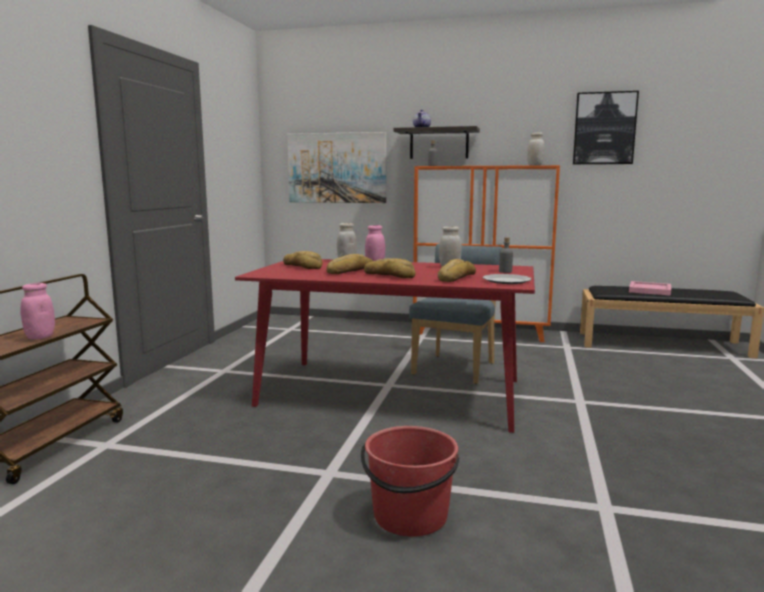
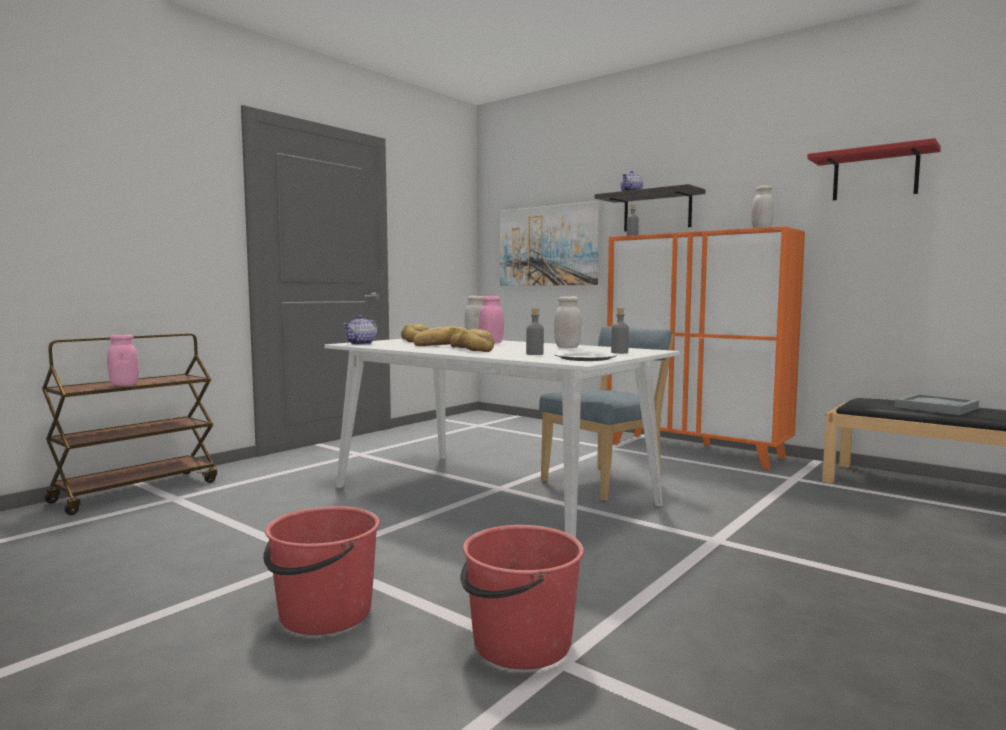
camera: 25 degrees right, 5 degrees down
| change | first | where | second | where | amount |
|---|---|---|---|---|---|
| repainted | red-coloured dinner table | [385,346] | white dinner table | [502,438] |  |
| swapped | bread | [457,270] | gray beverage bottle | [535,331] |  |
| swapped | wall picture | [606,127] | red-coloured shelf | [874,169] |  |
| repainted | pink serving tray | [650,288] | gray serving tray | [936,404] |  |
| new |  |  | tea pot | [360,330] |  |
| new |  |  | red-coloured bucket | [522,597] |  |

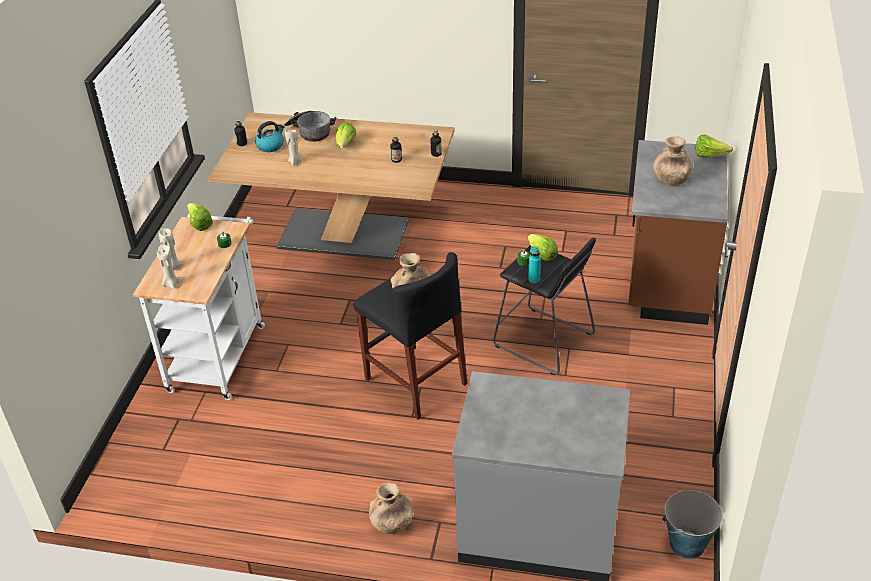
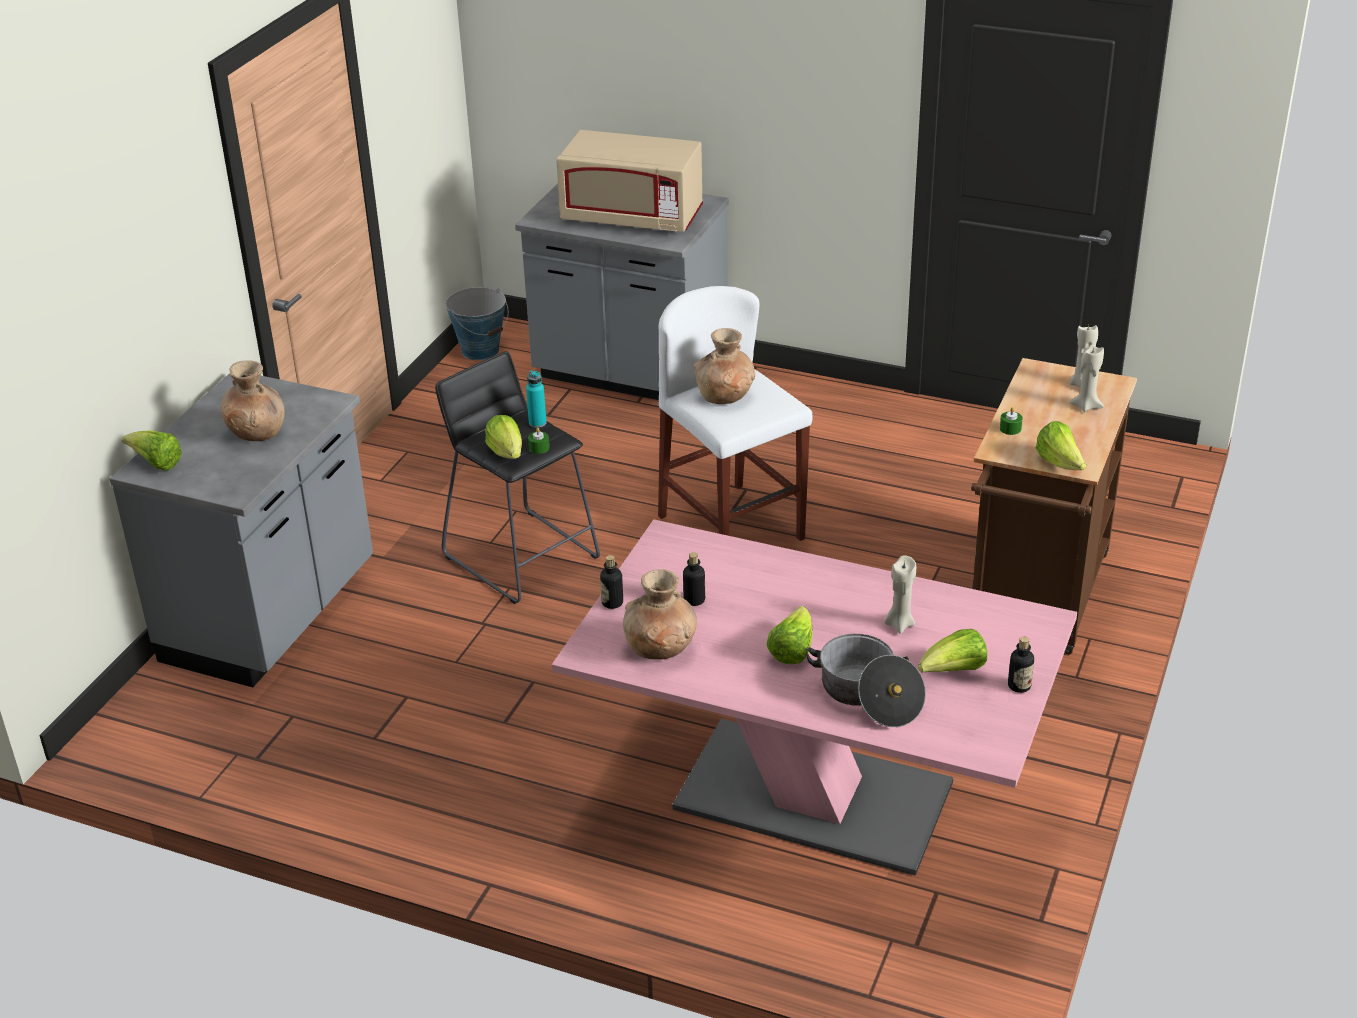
camera: 170 degrees left, 5 degrees down
| change | first | where | second | where | amount |
|---|---|---|---|---|---|
| repainted | white wheeled cart | [199,307] | brownish wheeled cart | [1054,506] |  |
| repainted | brownish dinner table | [331,186] | pink dinner table | [814,697] |  |
| swapped | kettle | [270,136] | lettuce head | [952,650] |  |
| repainted | black-coloured sitting stool | [410,336] | white sitting stool | [735,413] |  |
| shifted | brownish decorative vase | [391,508] |  | [660,614] |  |
| repainted | brownish kitchen base unit | [678,232] | gray kitchen base unit | [241,530] |  |
| new |  |  | beige-coloured kitchen microwave | [629,181] |  |

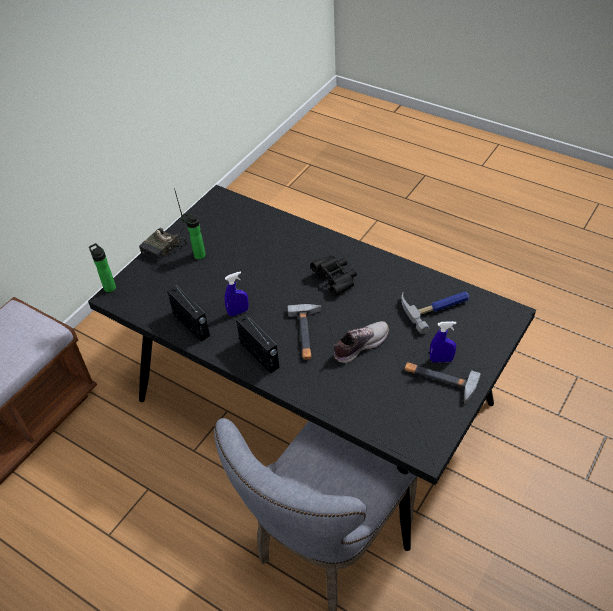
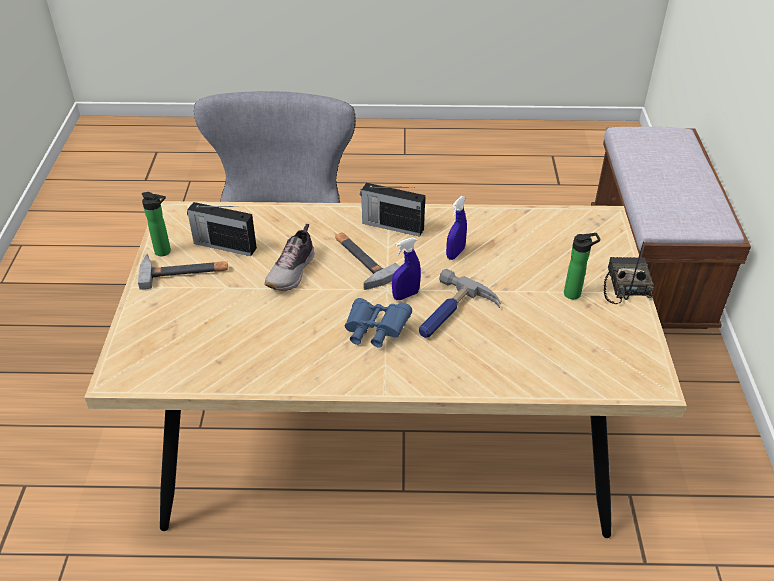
camera: 145 degrees right, 5 degrees down
| change | first | where | second | where | amount |
|---|---|---|---|---|---|
| repainted | black-coloured dinner table | [312,368] | beige-coloured dinner table | [385,369] |  |
| shifted | beverage bottle | [102,267] |  | [156,224] |  |
| shifted | radio set | [188,313] |  | [222,229] |  |
| repainted | black-coloured pair of binoculars | [334,275] | bluish pair of binoculars | [378,322] |  |
| shifted | tool hammer | [435,312] |  | [460,303] |  |
| shifted | bluish spray bottle | [443,342] |  | [406,268] |  |

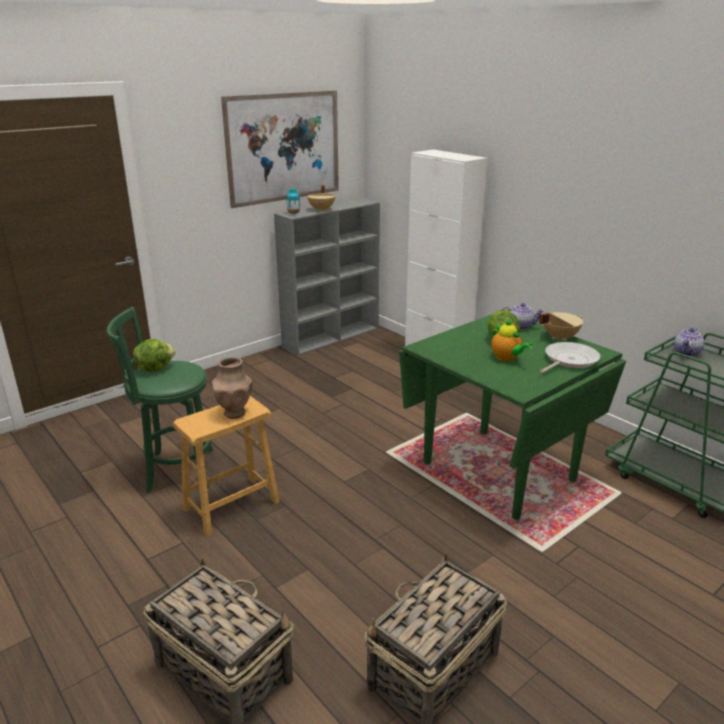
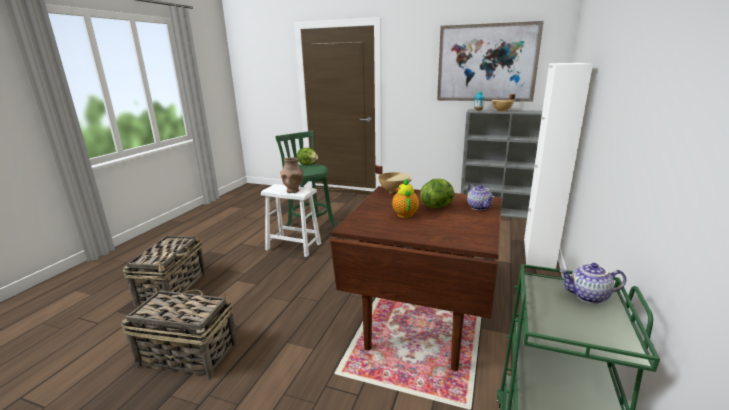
camera: 60 degrees right, 5 degrees down
| change | first | where | second | where | amount |
|---|---|---|---|---|---|
| repainted | brownish sitting stool | [226,466] | white sitting stool | [291,220] |  |
| repainted | green dinner table | [512,417] | brownish dinner table | [416,278] |  |
| rotated | tea pot | [511,340] |  | [405,198] | 150 degrees clockwise |
| shifted | beige-coloured stockpot | [560,326] |  | [393,179] |  |
| gone | frying pan | [569,357] |  |  |  |

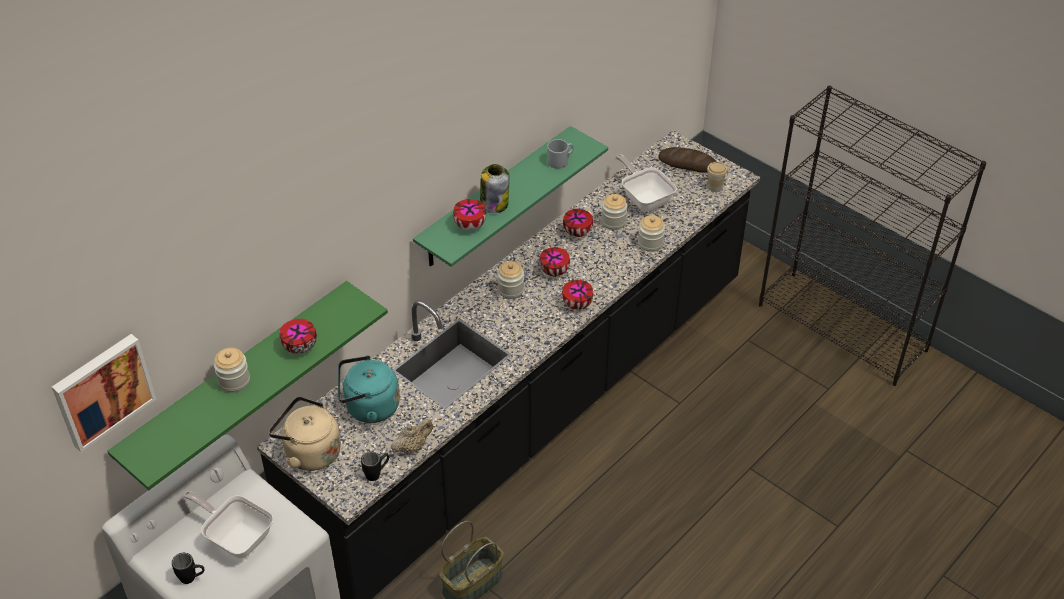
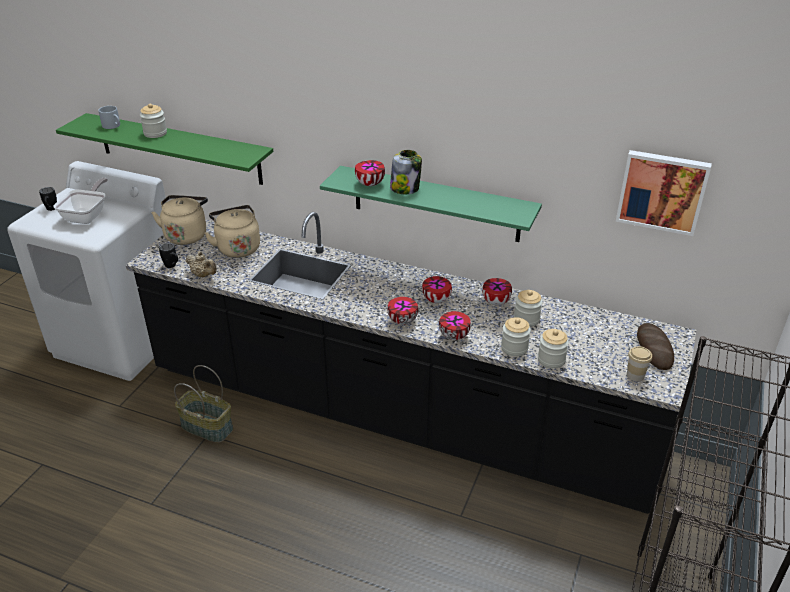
camera: 70 degrees right, 10 degrees down
| change | first | where | second | where | amount |
|---|---|---|---|---|---|
| shifted | wall picture | [104,393] |  | [664,193] |  |
| shifted | bowl | [298,336] |  | [455,325] |  |
| repainted | blue-green kettle | [369,389] | beige-coloured kettle | [232,231] |  |
| shifted | preserve jar | [510,280] |  | [553,349] |  |
| shifted | gray tea mug | [560,154] |  | [109,117] |  |
| gone | frying pan | [646,183] |  |  |  |

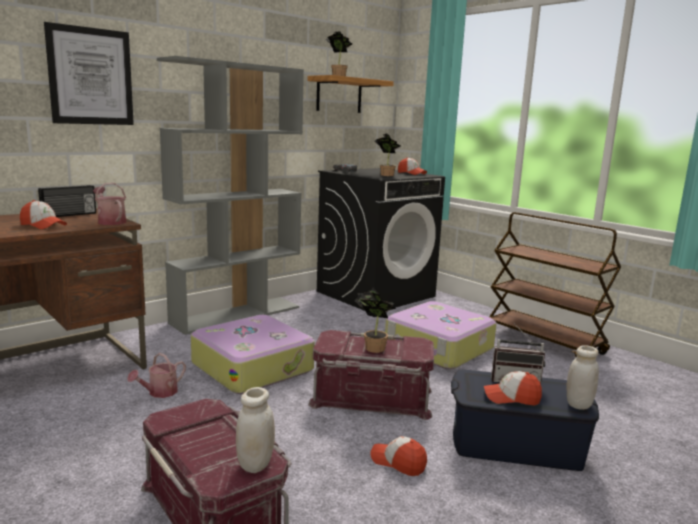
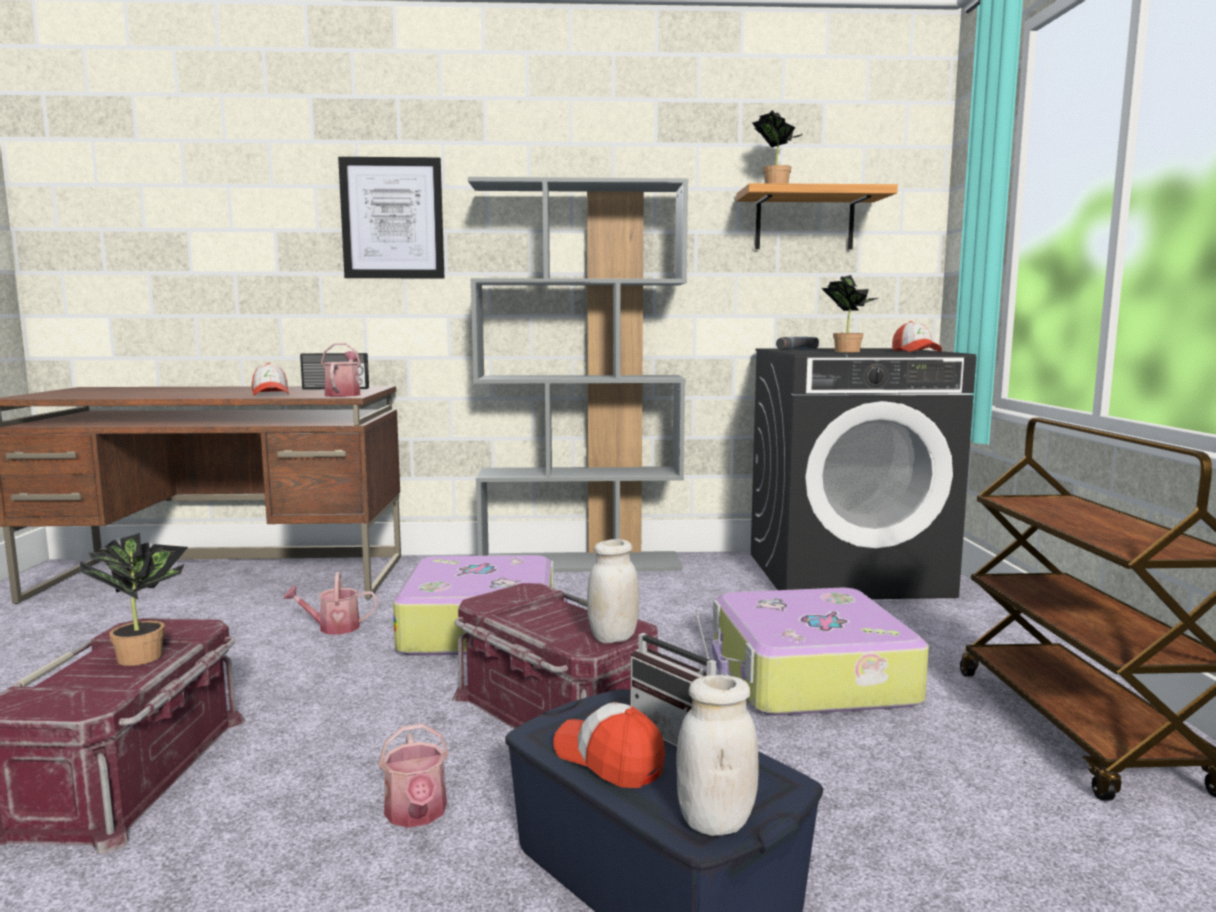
camera: 40 degrees right, 5 degrees down
| change | first | where | second | where | amount |
|---|---|---|---|---|---|
| shifted | white preserve jar | [255,430] |  | [613,591] |  |
| shifted | plant in a pot | [376,320] |  | [134,599] |  |
| swapped | baseball cap | [398,456] | watering pot | [413,775] |  |

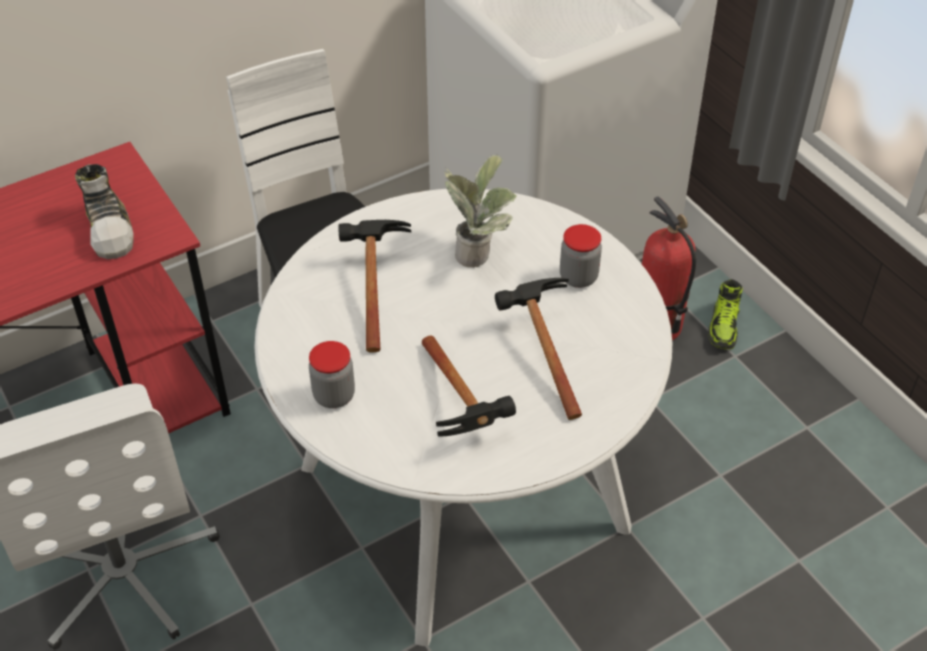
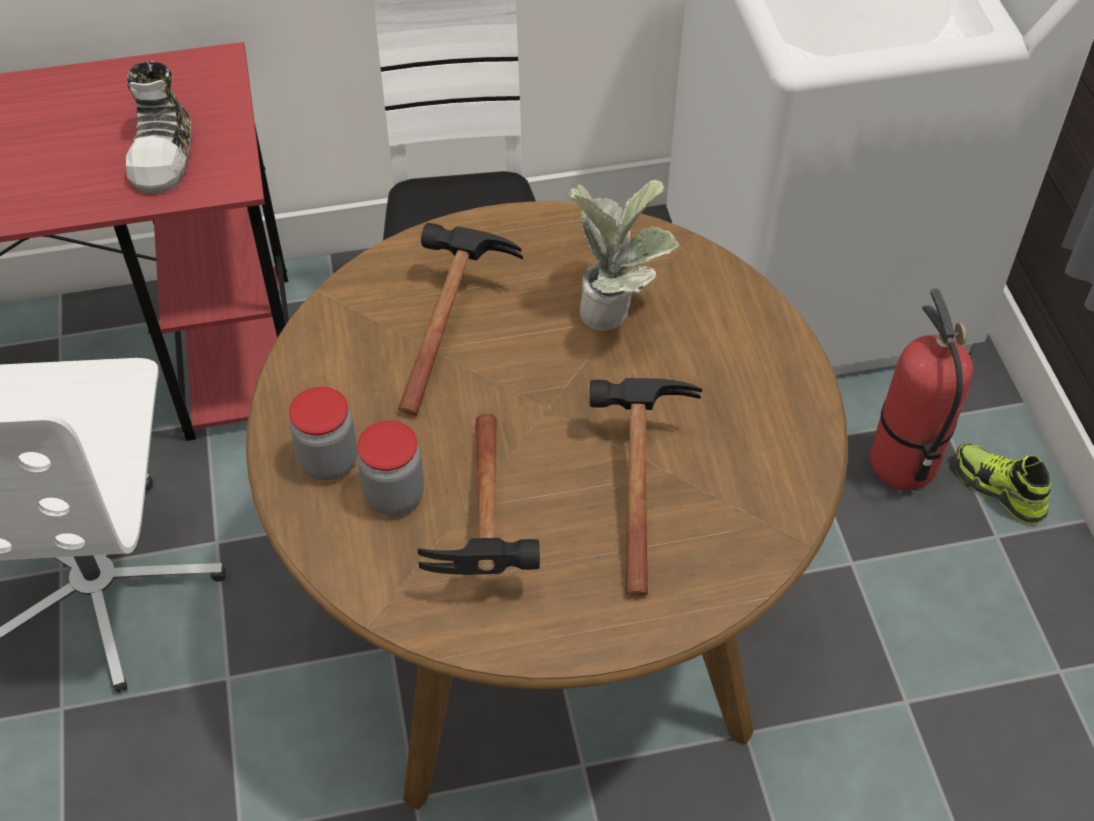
camera: 20 degrees right, 5 degrees up
| change | first | where | second | where | amount |
|---|---|---|---|---|---|
| repainted | white dinner table | [463,417] | brownish dinner table | [547,505] |  |
| shifted | preserve jar | [581,256] |  | [390,468] |  |
| rotated | shoe | [725,314] |  | [1003,483] | 105 degrees clockwise |

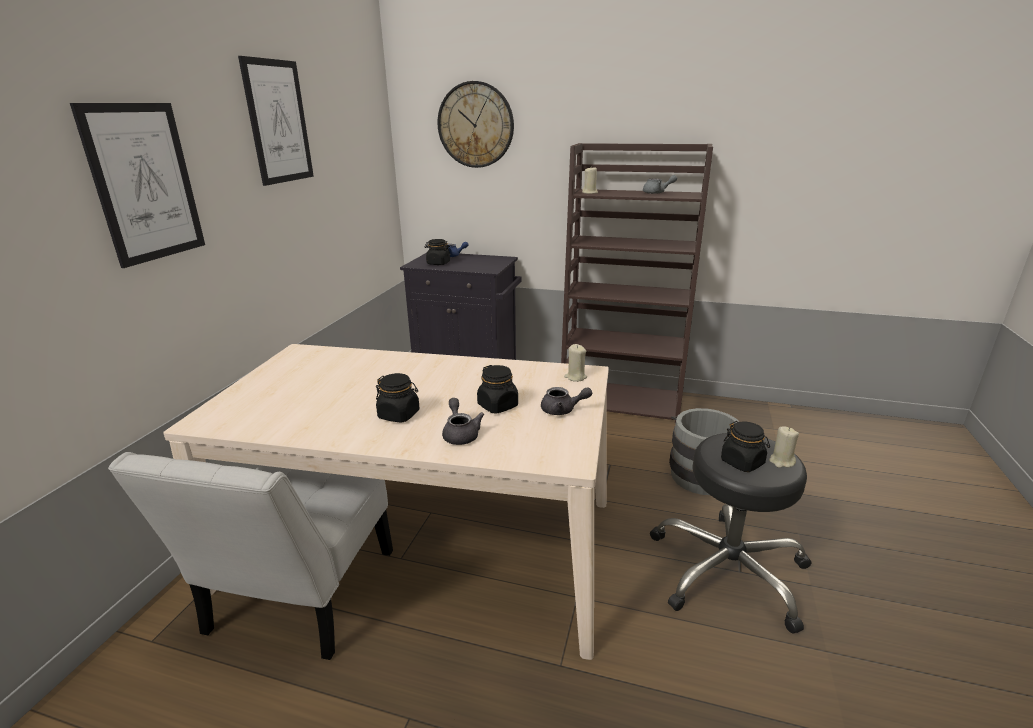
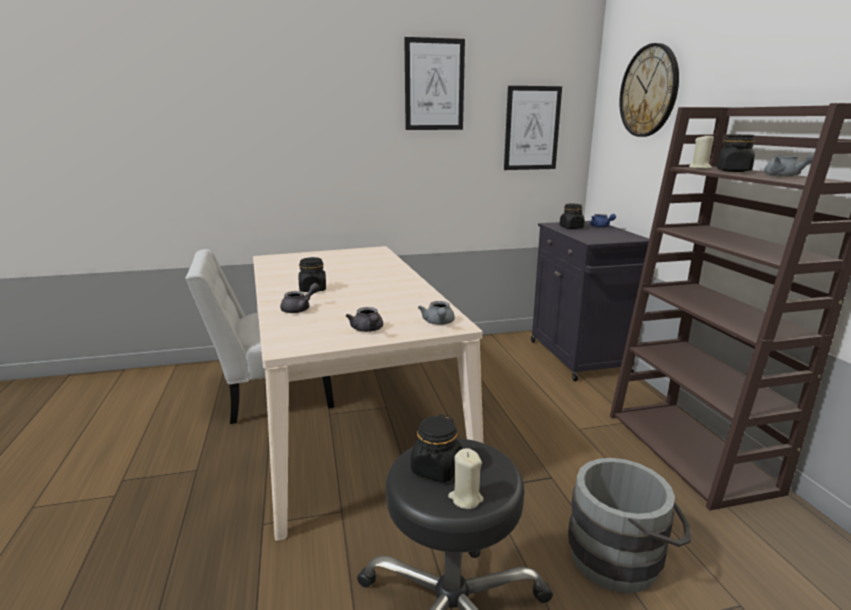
camera: 60 degrees right, 5 degrees down
| change | first | where | second | where | amount |
|---|---|---|---|---|---|
| shifted | wall picture | [137,185] |  | [533,128] |  |
| shifted | black-coloured preserve jar | [497,389] |  | [736,153] |  |
| swapped | beige-coloured wax candle | [575,363] | gray tea pot | [436,313] |  |

